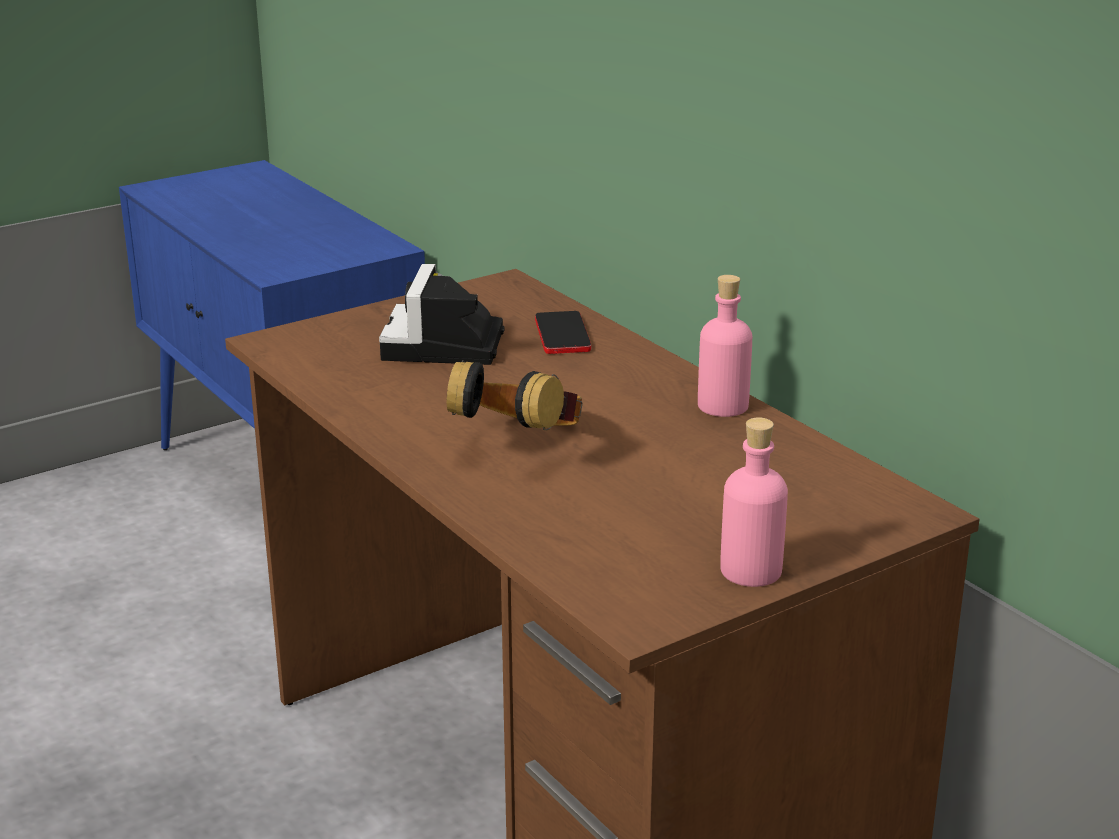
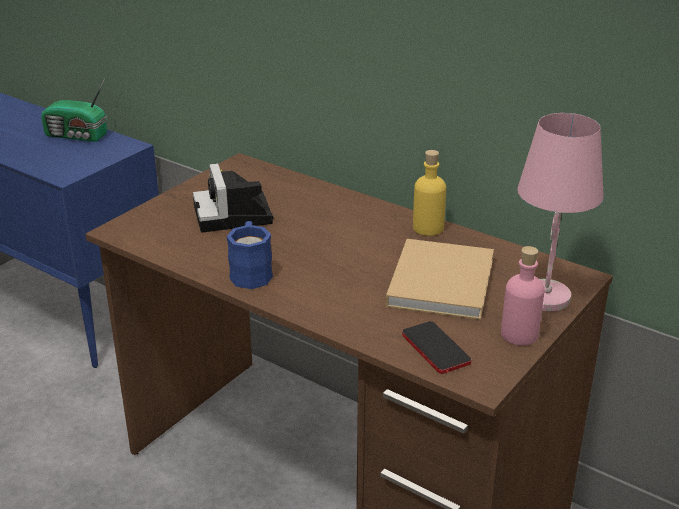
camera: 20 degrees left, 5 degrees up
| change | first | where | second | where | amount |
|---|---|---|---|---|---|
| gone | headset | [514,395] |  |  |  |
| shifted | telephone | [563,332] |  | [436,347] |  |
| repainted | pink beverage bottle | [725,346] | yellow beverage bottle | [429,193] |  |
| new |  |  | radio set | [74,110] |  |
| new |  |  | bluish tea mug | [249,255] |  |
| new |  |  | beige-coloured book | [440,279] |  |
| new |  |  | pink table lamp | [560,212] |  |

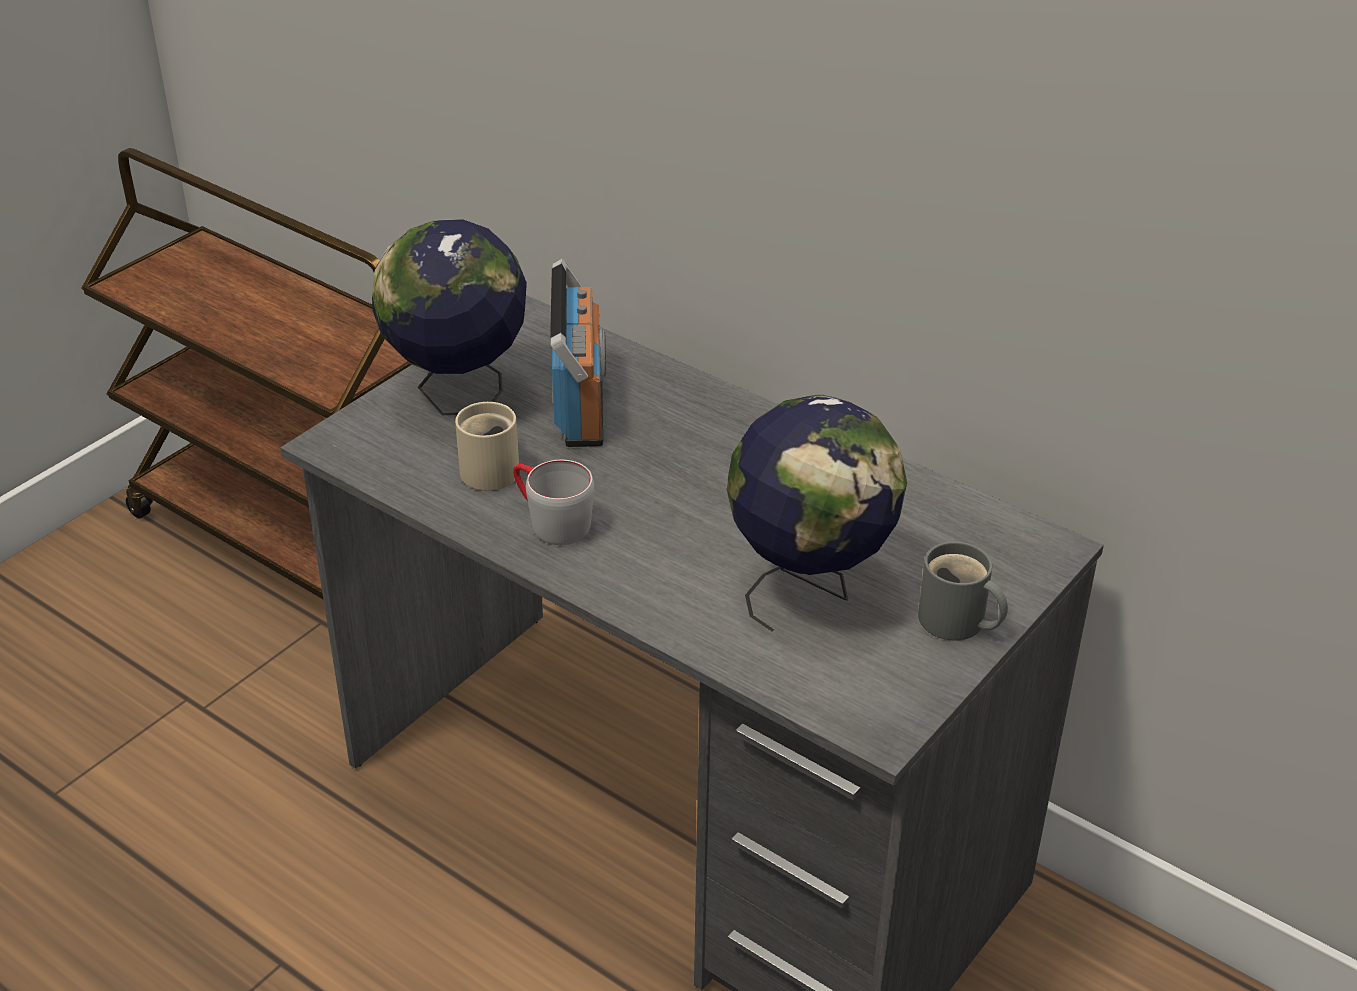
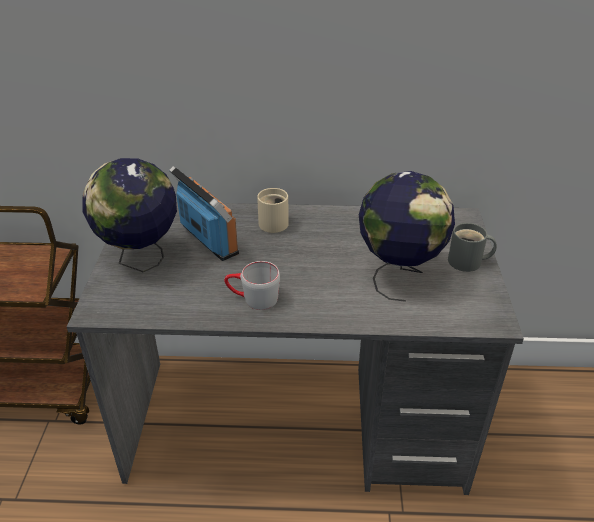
camera: 35 degrees left, 0 degrees up
| change | first | where | second | where | amount |
|---|---|---|---|---|---|
| shifted | beige-coloured tea mug | [487,446] |  | [273,210] |  |

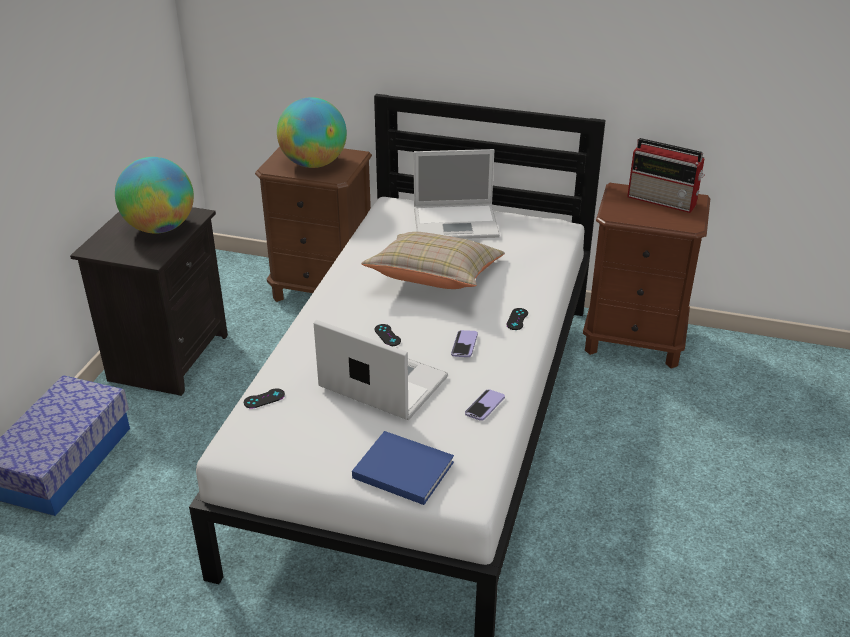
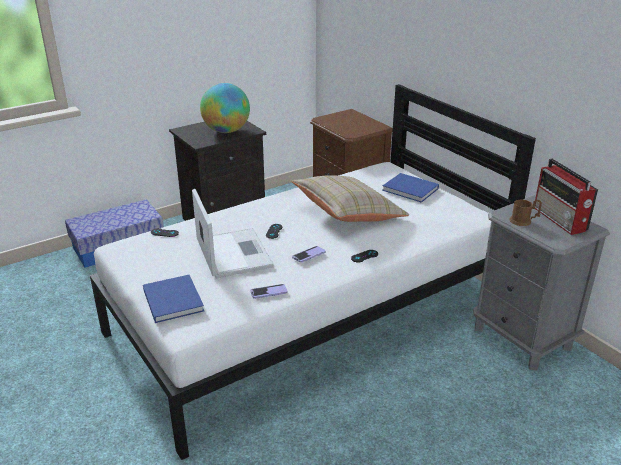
camera: 40 degrees right, 5 degrees down
| change | first | where | second | where | amount |
|---|---|---|---|---|---|
| gone | desk globe | [312,132] |  |  |  |
| swapped | portable computer | [457,194] | bluish book | [410,188] |  |
| repainted | brownish nightstand | [646,276] | gray nightstand | [541,282] |  |
| new |  |  | brownish tea mug | [525,213] |  |

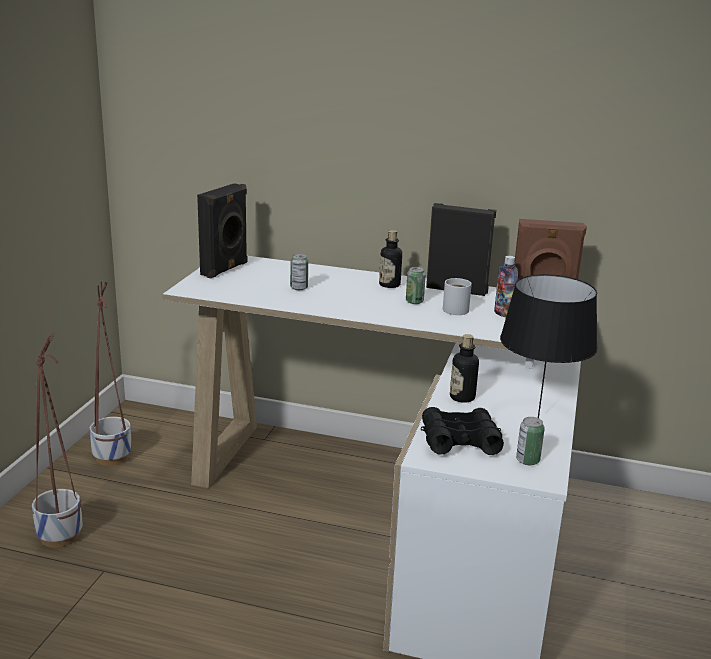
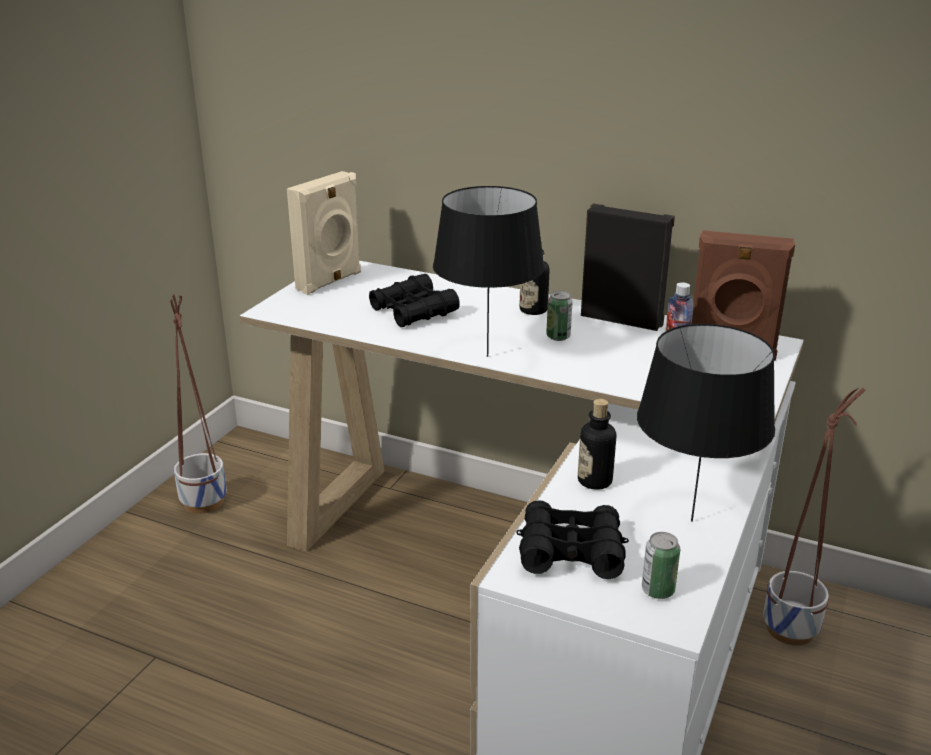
camera: 10 degrees right, 5 degrees up
| change | first | where | second | where | amount |
|---|---|---|---|---|---|
| shifted | planter | [57,440] |  | [814,516] |  |
| repainted | black-coloured audio speaker | [222,230] | beige-coloured audio speaker | [324,233] |  |
| swapped | sealed can | [299,272] | black-coloured pair of binoculars | [414,300] |  |
| gone | white tea mug | [457,296] |  |  |  |
| new |  |  | black-coloured table lamp | [489,271] |  |

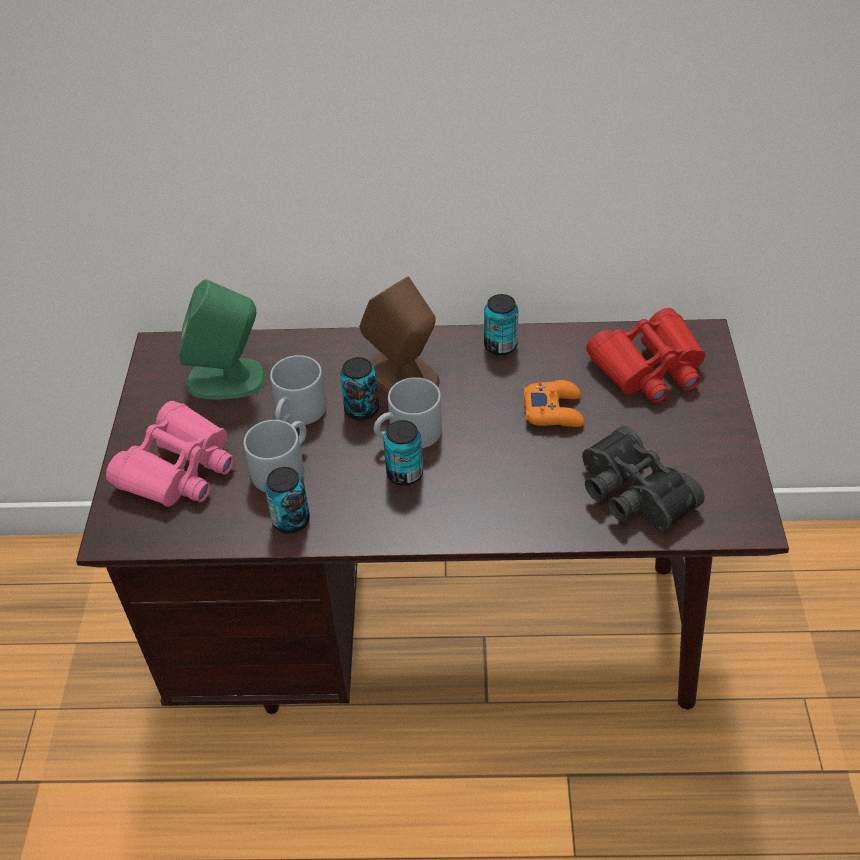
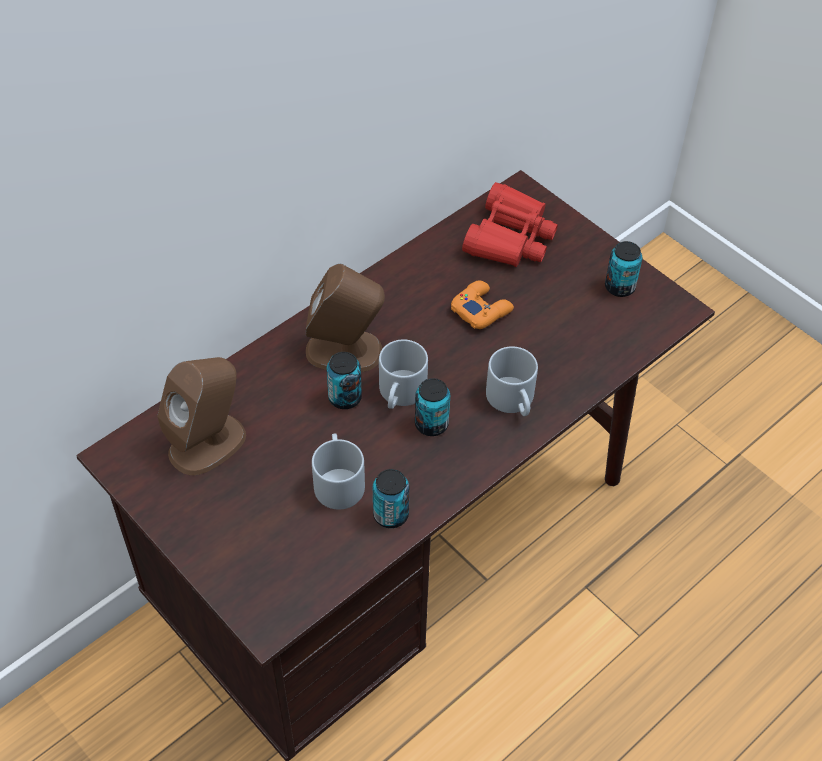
camera: 45 degrees left, 5 degrees up
| change | first | where | second | where | amount |
|---|---|---|---|---|---|
| gone | pink pair of binoculars | [170,454] |  |  |  |
| repainted | green audio speaker | [222,339] | brownish audio speaker | [201,416] |  |
| shifted | gray tea mug | [298,390] |  | [512,381] |  |
| shifted | sealed can | [501,325] |  | [624,269] |  |
| gone | black-coloured pair of binoculars | [643,478] |  |  |  |

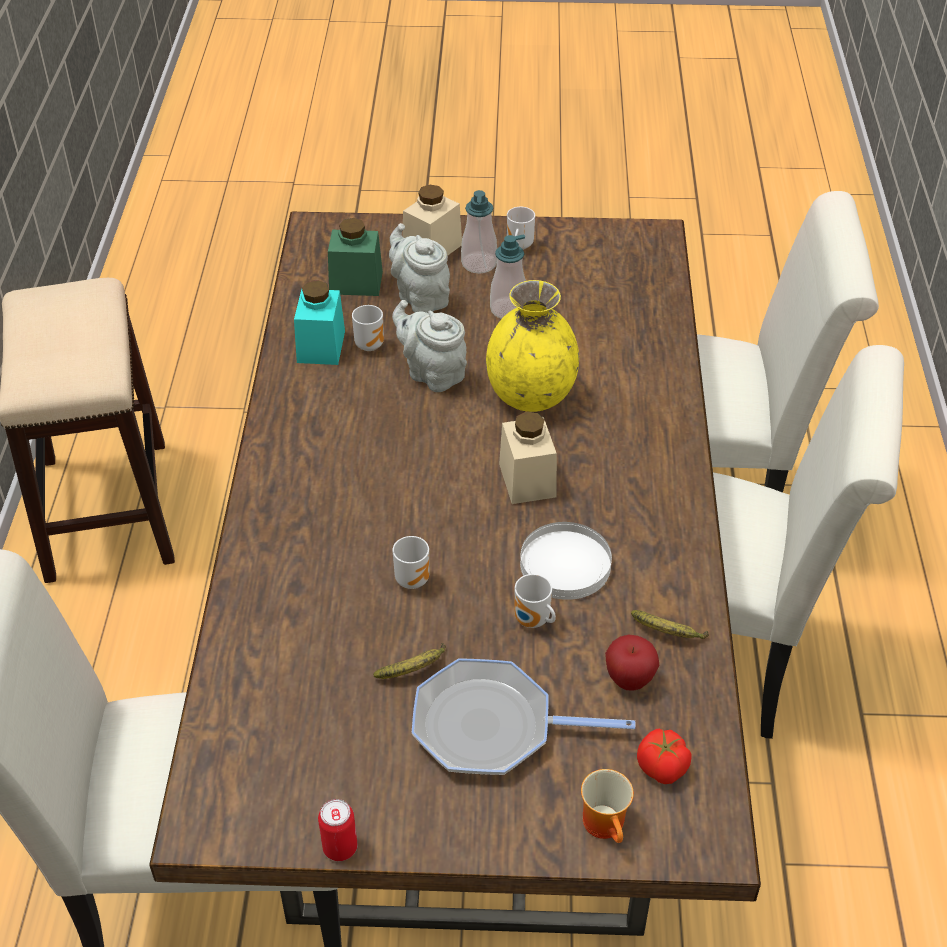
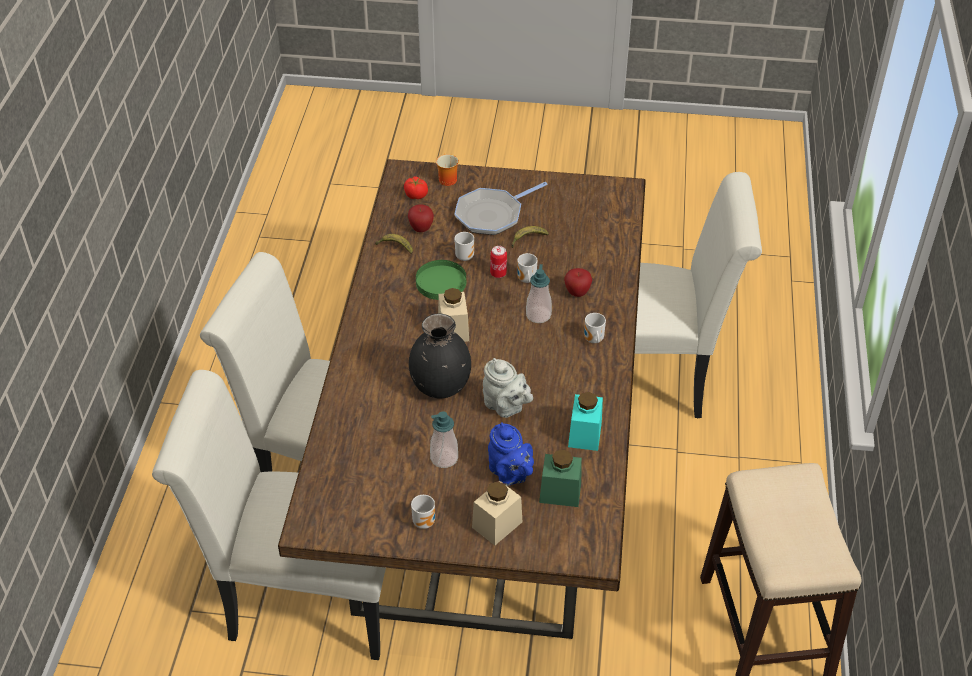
camera: 175 degrees left, 0 degrees up
| change | first | where | second | where | amount |
|---|---|---|---|---|---|
| shifted | sealed can | [338,830] |  | [498,262] |  |
| shifted | tea mug | [368,328] |  | [595,328] |  |
| repainted | gray tea pot | [419,268] | bluish tea pot | [511,454] |  |
| rotated | frying pan | [523,716] |  | [500,208] | 135 degrees clockwise |
| shifted | soap bottle | [479,232] |  | [539,293] |  |
| repainted | yellow decorative vase | [532,346] | black-coloured decorative vase | [440,356] |  |
| repainted | white dinner plate | [566,561] | green dinner plate | [441,280] |  |
| new |  |  | apple | [578,282] |  |

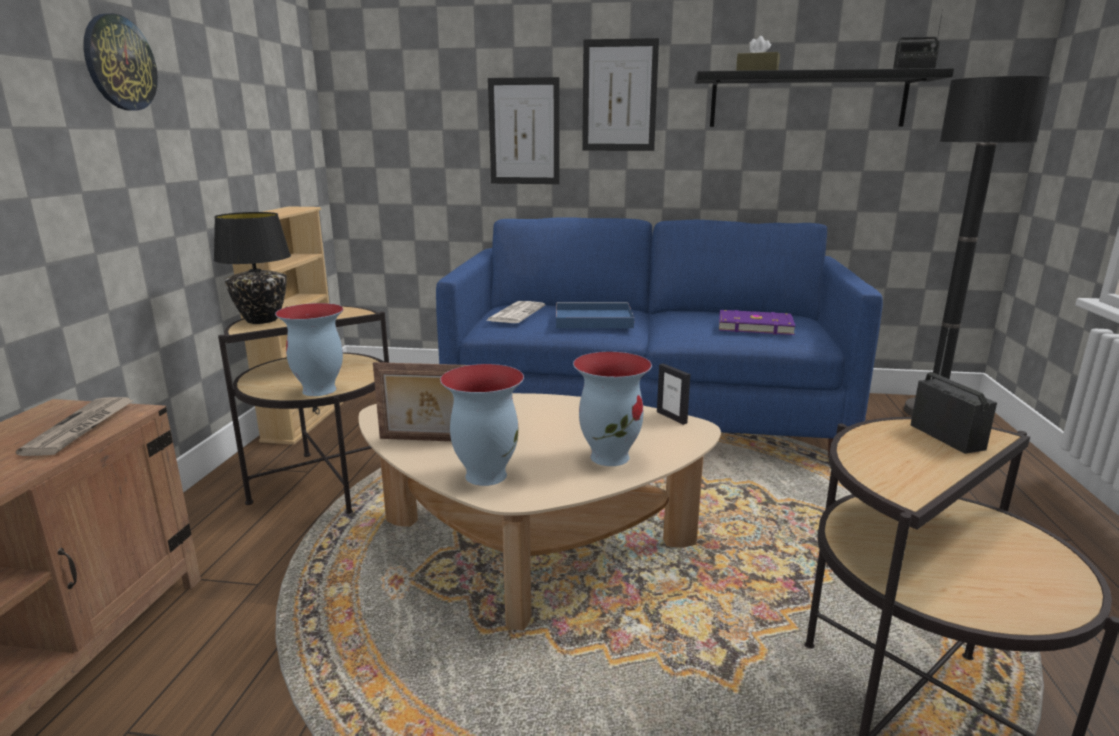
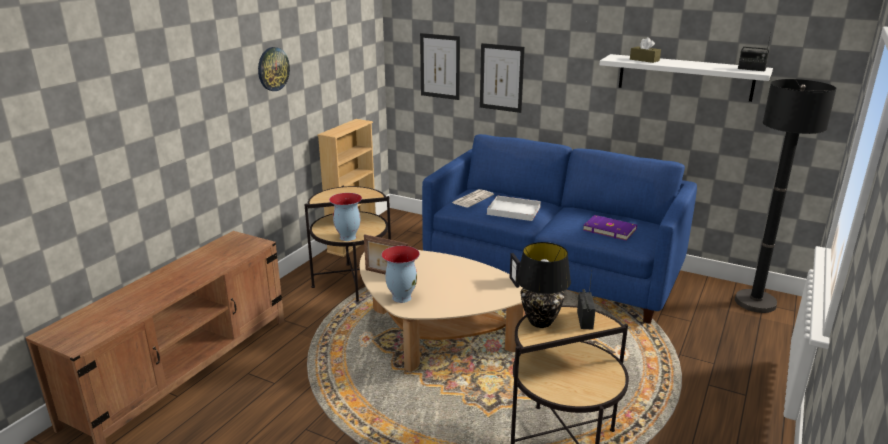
camera: 20 degrees right, 5 degrees up
| change | first | where | second | where | amount |
|---|---|---|---|---|---|
| gone | daily paper | [75,426] |  |  |  |
| shifted | black-coloured table lamp | [252,268] |  | [543,285] |  |
| repainted | bluish serving tray | [595,315] | white serving tray | [514,208] |  |
| gone | decorative vase | [612,409] |  |  |  |
| shifted | wall picture | [620,94] |  | [440,66] |  |
| repainted | black-coloured shelf | [824,97] | white shelf | [686,78] |  |

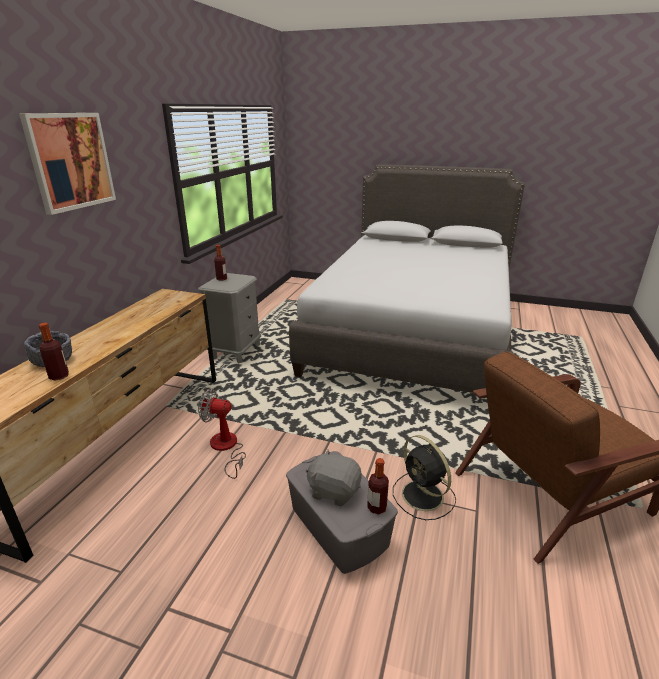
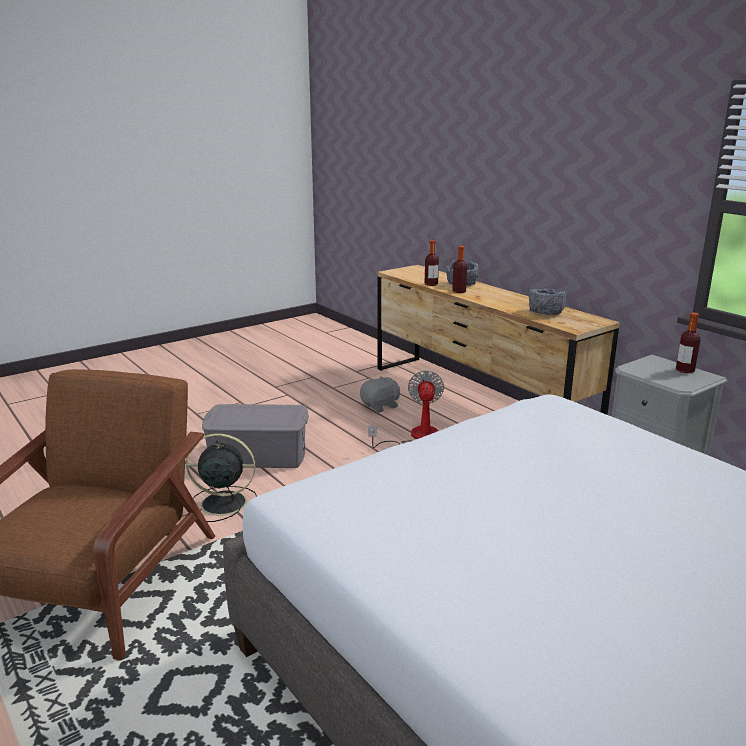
camera: 125 degrees right, 5 degrees down
| change | first | where | second | where | amount |
|---|---|---|---|---|---|
| gone | wall picture | [67,164] |  |  |  |
| rotated | fan | [222,433] |  | [406,409] | 45 degrees counterclockwise |
| shifted | gray cuddly toy | [334,477] |  | [380,394] |  |
| shifted | beverage bottle | [378,486] |  | [459,269] |  |
| new |  |  | gray bowl | [547,302] |  |

